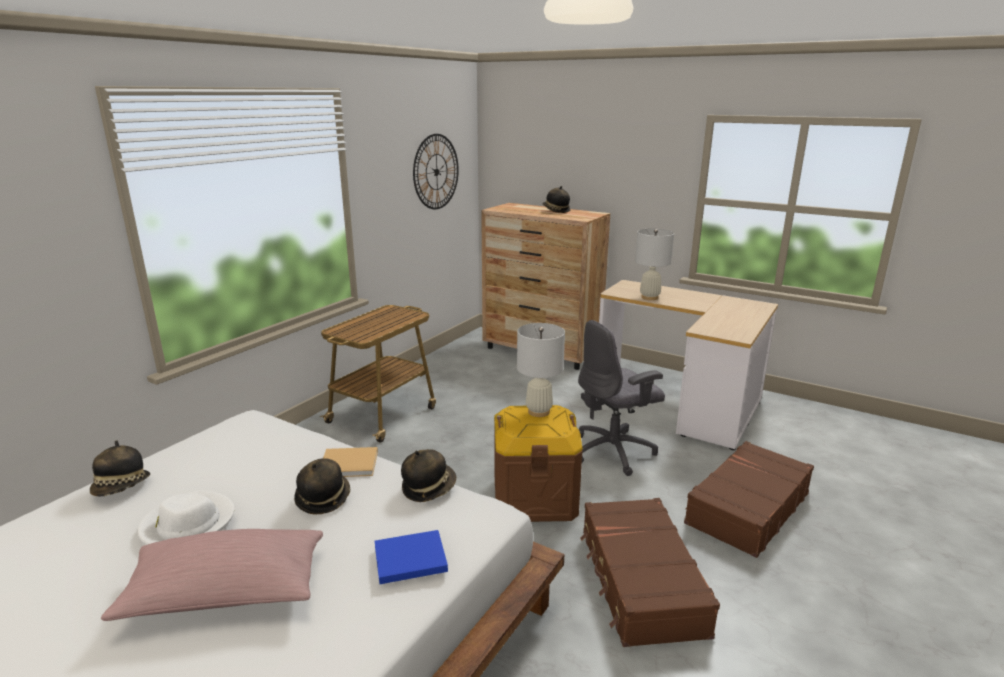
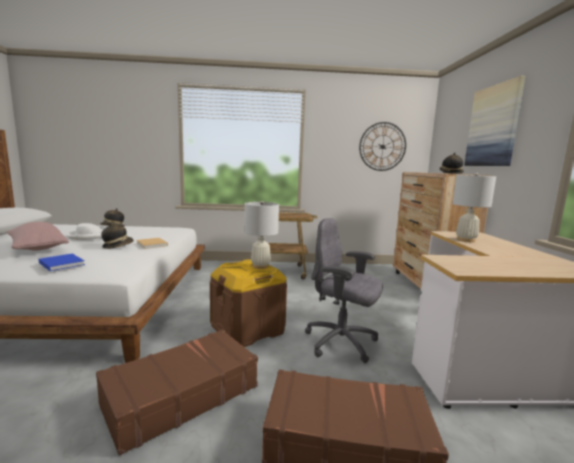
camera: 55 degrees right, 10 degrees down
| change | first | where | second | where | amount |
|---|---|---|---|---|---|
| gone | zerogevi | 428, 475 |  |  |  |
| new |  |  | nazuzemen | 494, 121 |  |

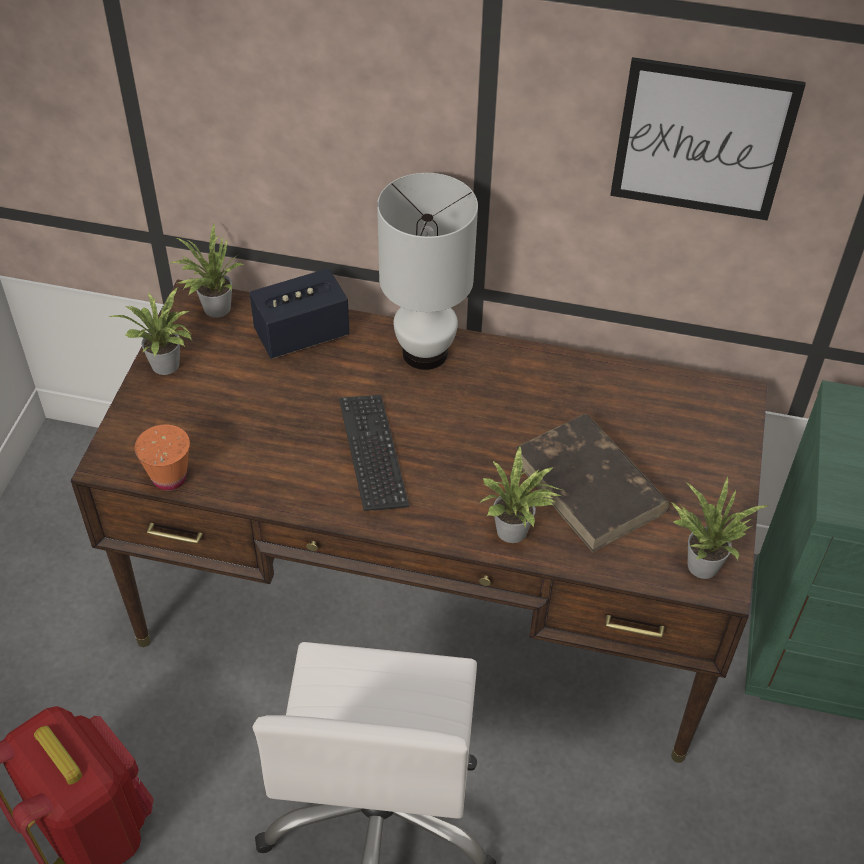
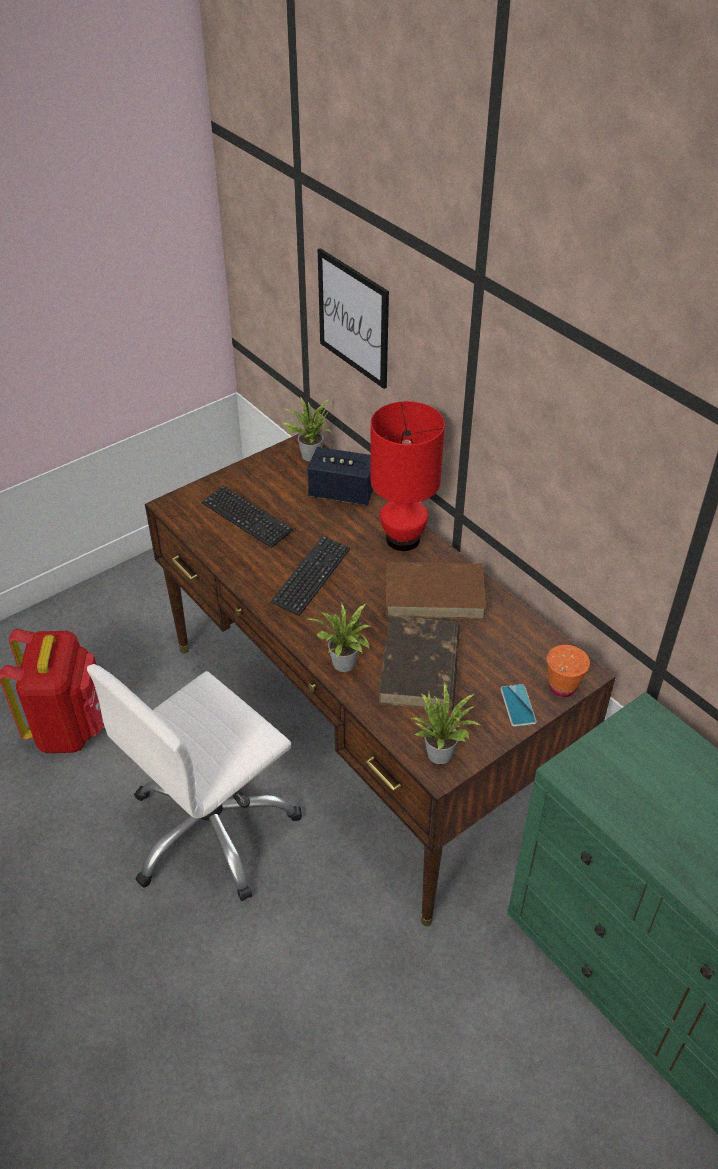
camera: 40 degrees right, 5 degrees down
| change | first | where | second | where | amount |
|---|---|---|---|---|---|
| gone | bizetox | 150, 331 |  |  |  |
| new |  |  | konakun | 247, 517 |  |
| new |  |  | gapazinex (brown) | 436, 590 |  |
| new |  |  | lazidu | 518, 705 |  |
| shifted | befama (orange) | 162, 458 |  | 568, 671 |  |
| shifted | nazuzemen | 708, 139 |  | 353, 318 |  |
| repainted | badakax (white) | 427, 271 | badakax (red) | 407, 476 |  |

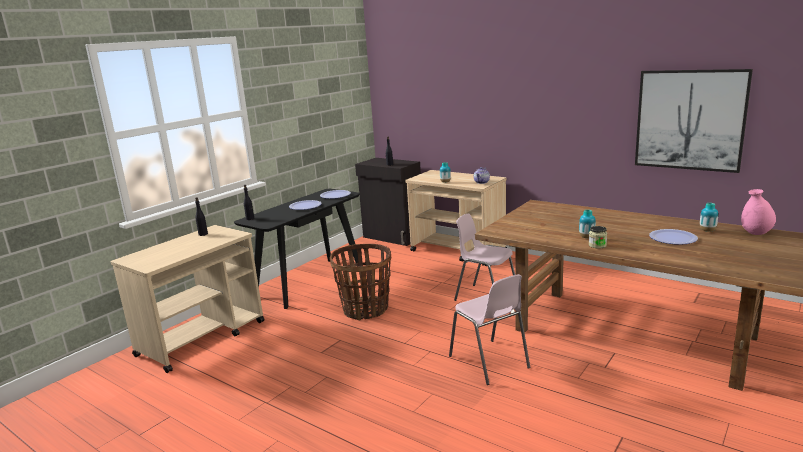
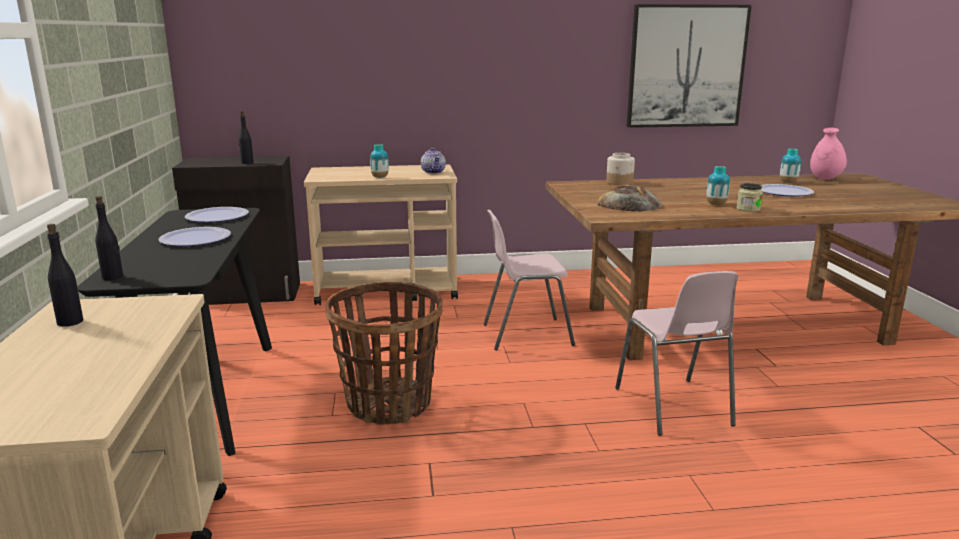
camera: 45 degrees left, 0 degrees up
| change | first | where | second | where | amount |
|---|---|---|---|---|---|
| new |  |  | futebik | 629, 198 |  |
| new |  |  | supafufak | 620, 169 |  |
| rotated | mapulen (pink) | 489, 329 |  | 676, 353 | 60 degrees clockwise |

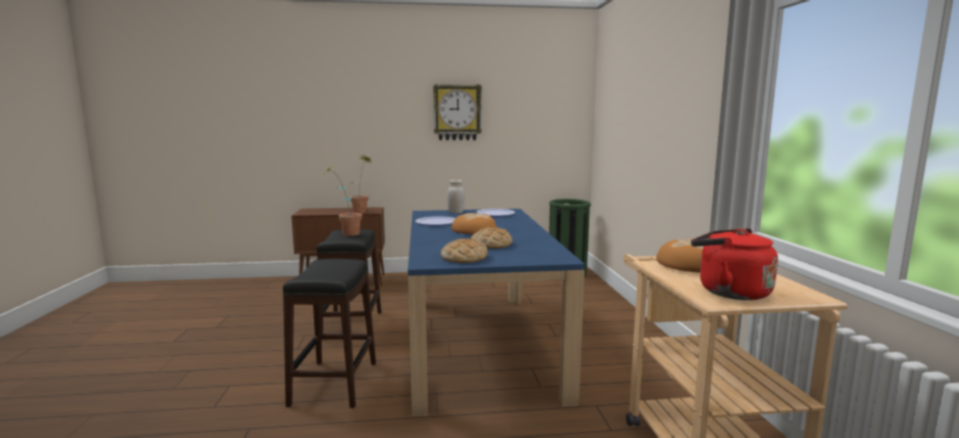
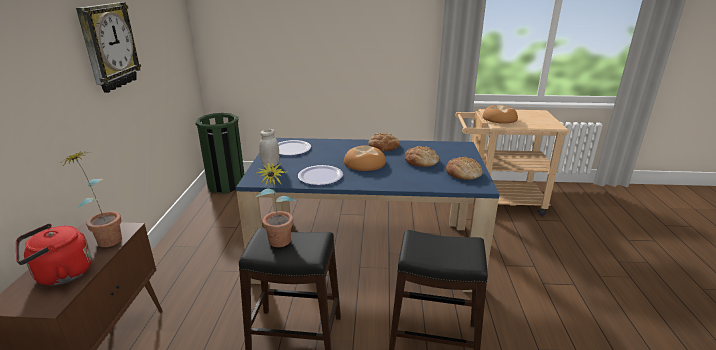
camera: 80 degrees left, 15 degrees up
| change | first | where | second | where | amount |
|---|---|---|---|---|---|
| new |  |  | futebik | 384, 142 |  |
| shifted | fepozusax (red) | 734, 264 |  | 54, 255 |  |

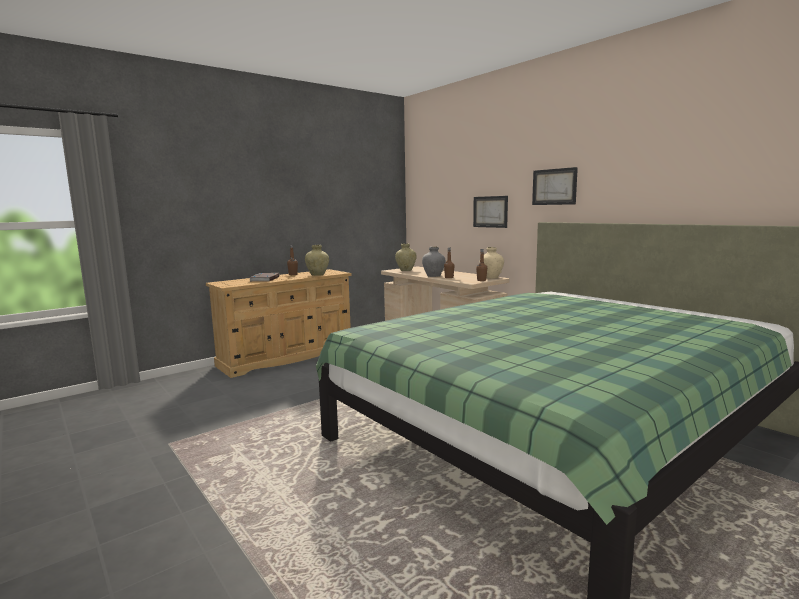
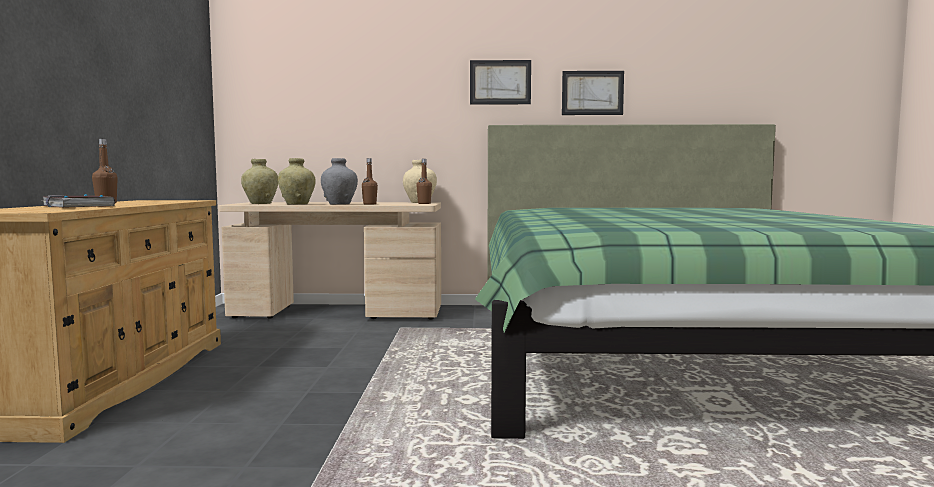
camera: 50 degrees left, 5 degrees down
| change | first | where | second | where | amount |
|---|---|---|---|---|---|
| shifted | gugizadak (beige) | 317, 260 |  | 296, 181 |  |
| shifted | nazuzemen | 490, 212 |  | 593, 93 |  |

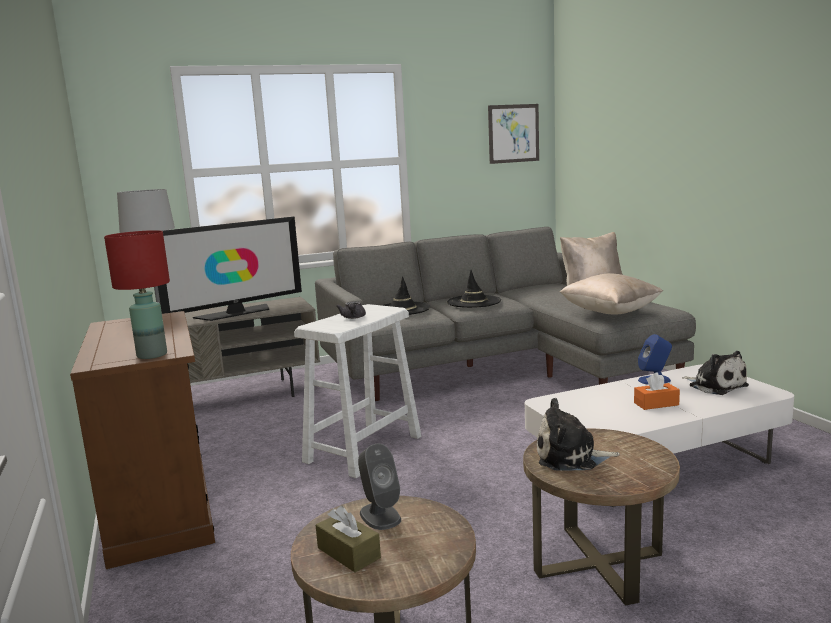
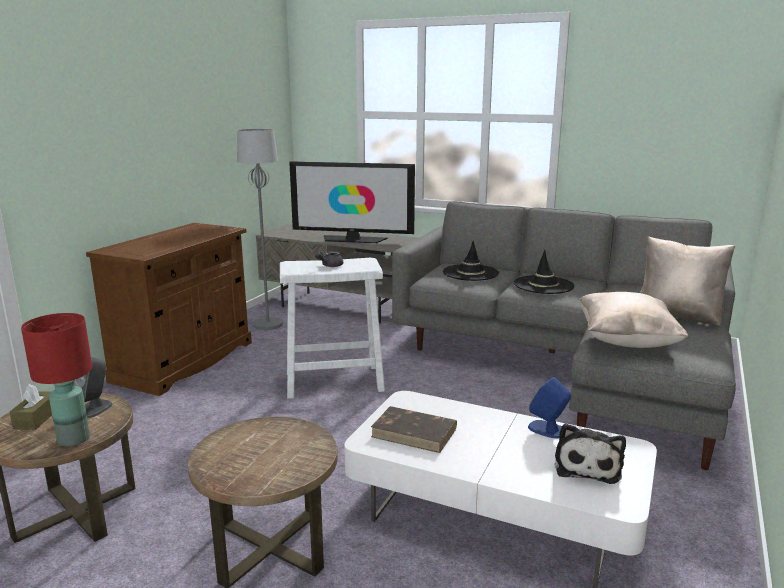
camera: 45 degrees right, 5 degrees up
| change | first | where | second | where | amount |
|---|---|---|---|---|---|
| gone | nazuzemen | 513, 134 |  |  |  |
| gone | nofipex | 578, 434 |  |  |  |
| gone | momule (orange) | 657, 391 |  |  |  |
| new |  |  | gapazinex (brown) | 414, 429 |  |
| shifted | badakax (red) | 137, 294 |  | 56, 379 |  |

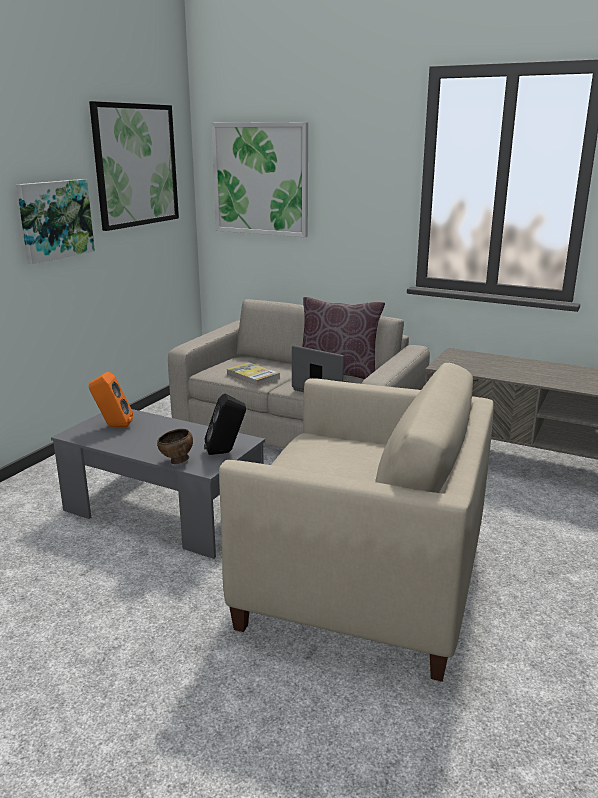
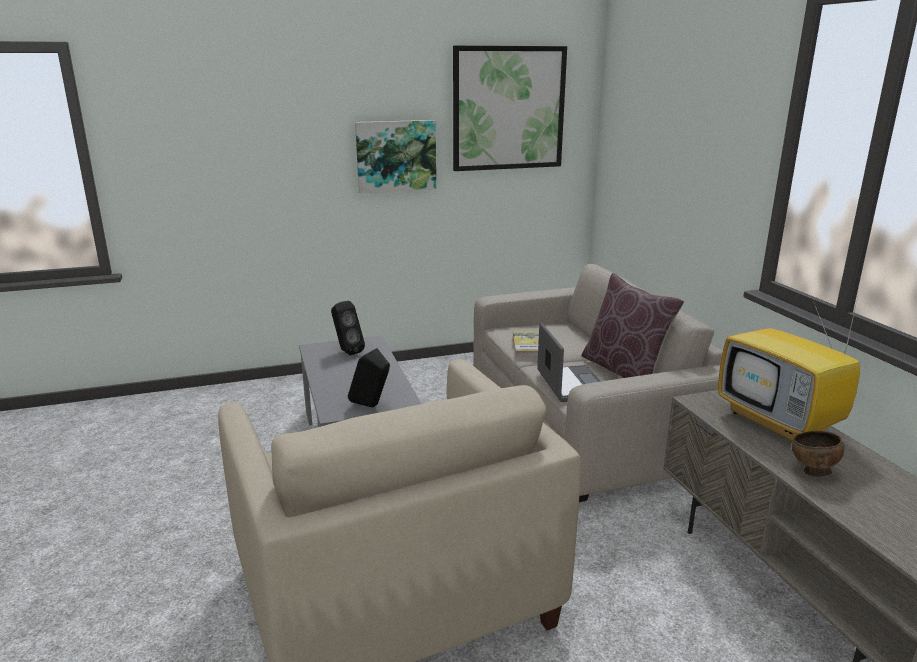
camera: 45 degrees right, 0 degrees up
| change | first | where | second | where | amount |
|---|---|---|---|---|---|
| gone | nazuzemen | 259, 179 |  |  |  |
| new |  |  | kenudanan | 789, 368 |  |
| shifted | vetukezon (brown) | 175, 446 |  | 818, 454 |  |
| repainted | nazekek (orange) | 111, 399 | nazekek (black) | 348, 328 |  |

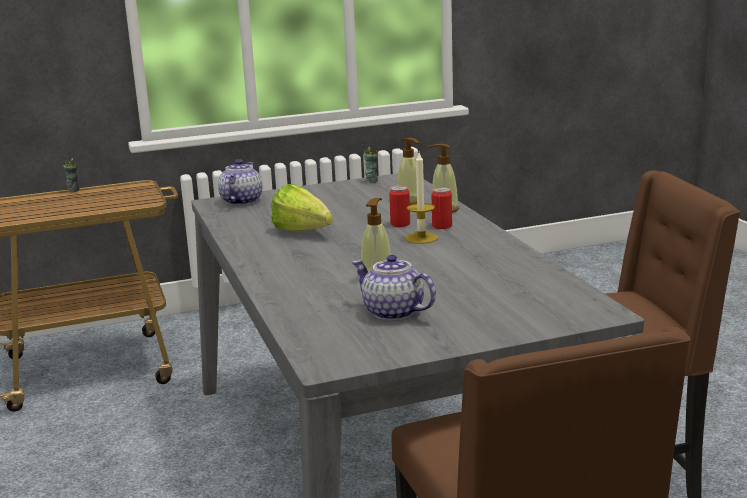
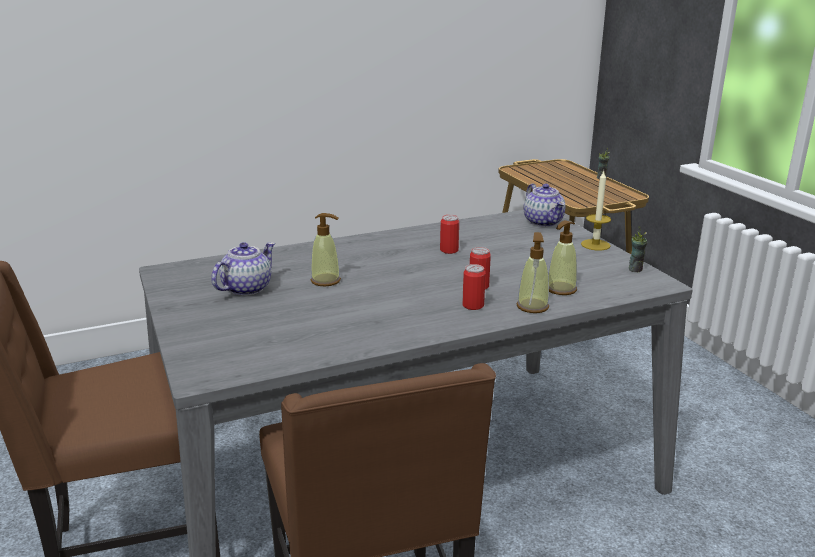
camera: 85 degrees right, 5 degrees up
| change | first | where | second | where | amount |
|---|---|---|---|---|---|
| shifted | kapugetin | 421, 198 |  | 596, 211 |  |
| swapped | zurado | 302, 208 | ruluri | 449, 234 |  |
| rotated | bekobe | 240, 182 |  | 545, 205 | 60 degrees clockwise |

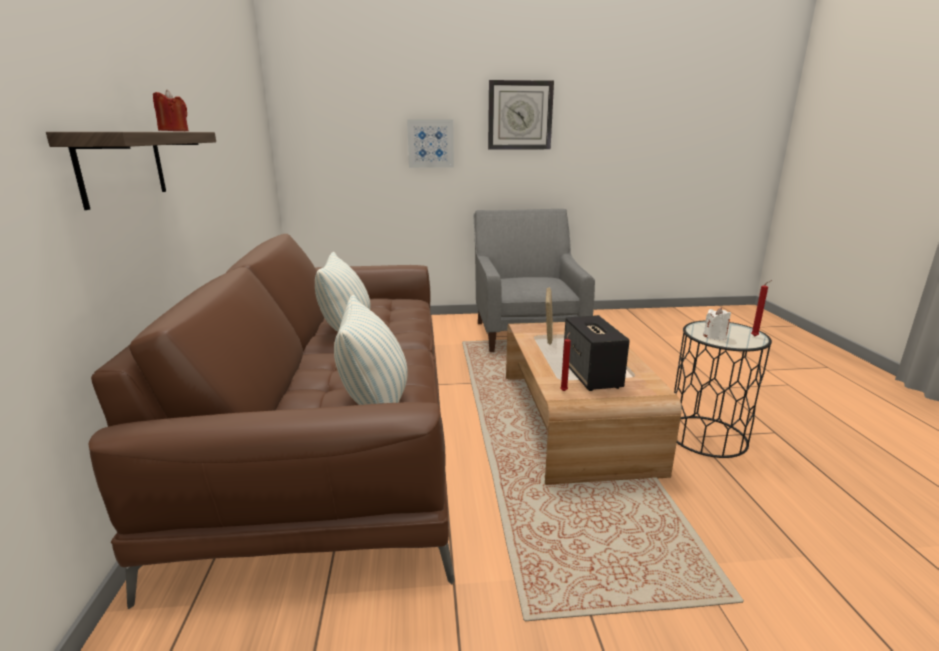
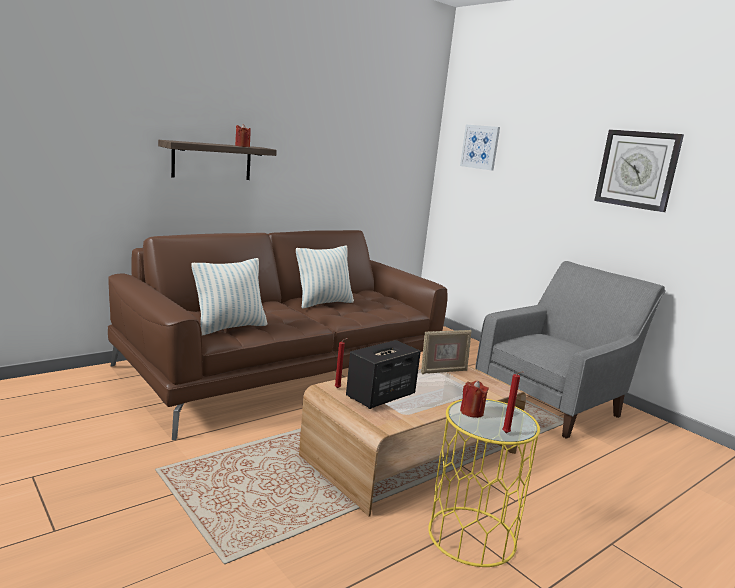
camera: 55 degrees right, 5 degrees down
| change | first | where | second | where | amount |
|---|---|---|---|---|---|
| shifted | nazuzemen | 430, 143 |  | 480, 148 |  |
| repainted | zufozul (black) | 723, 389 | zufozul (yellow) | 484, 483 |  |
| repainted | kapugetin (white) | 717, 324 | kapugetin (red) | 474, 399 |  |

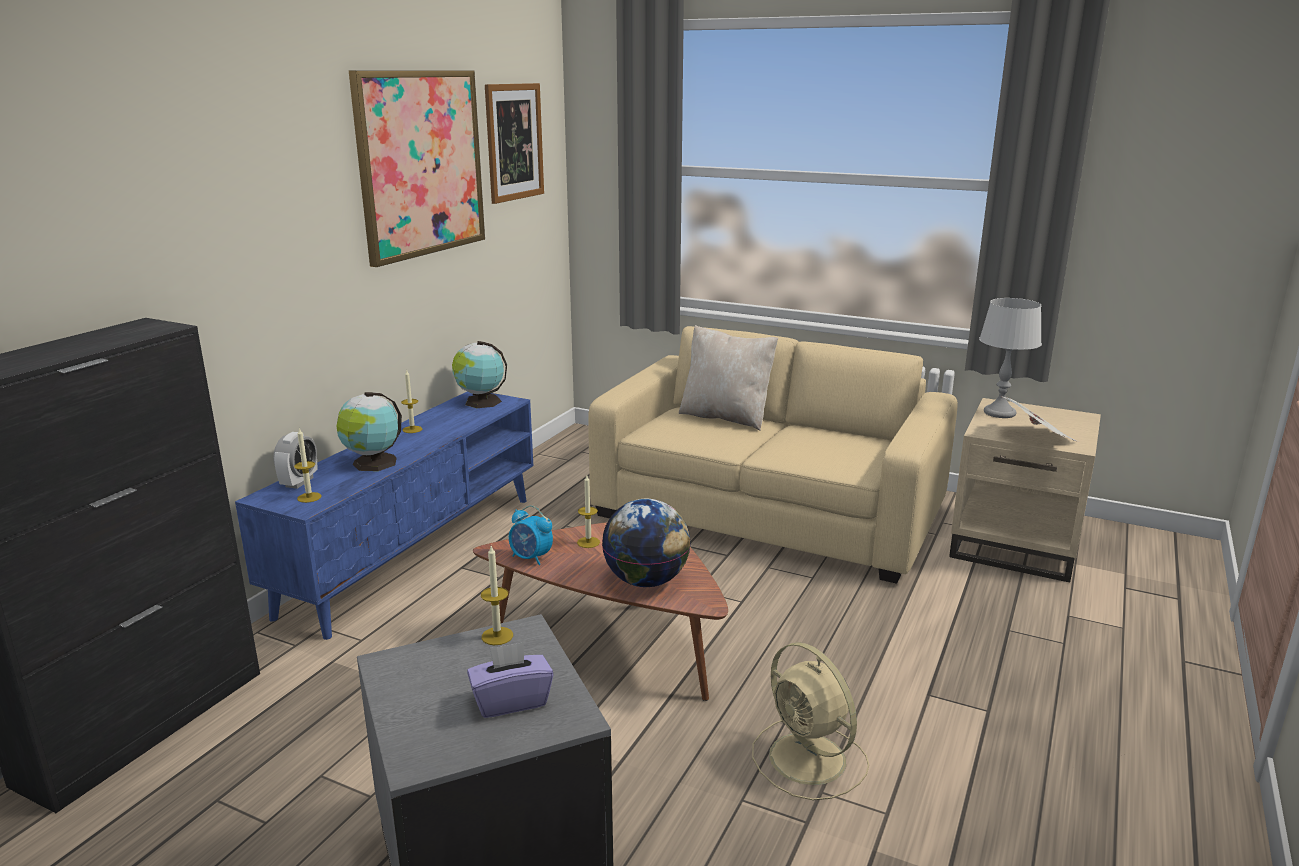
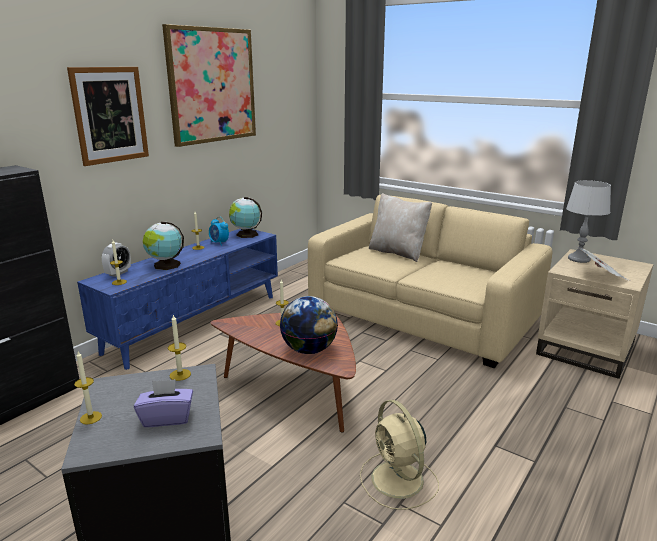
camera: 10 degrees right, 0 degrees up
| change | first | where | second | where | amount |
|---|---|---|---|---|---|
| new |  |  | kapugetin | 88, 387 |  |
| shifted | nazuzemen | 514, 143 |  | 108, 116 |  |
| shifted | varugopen | 531, 535 |  | 219, 231 |  |

